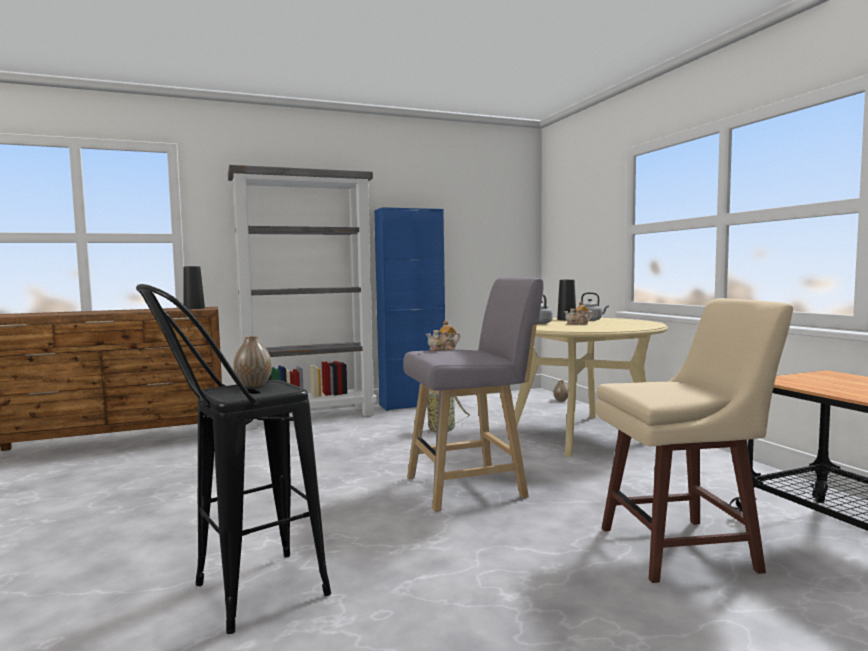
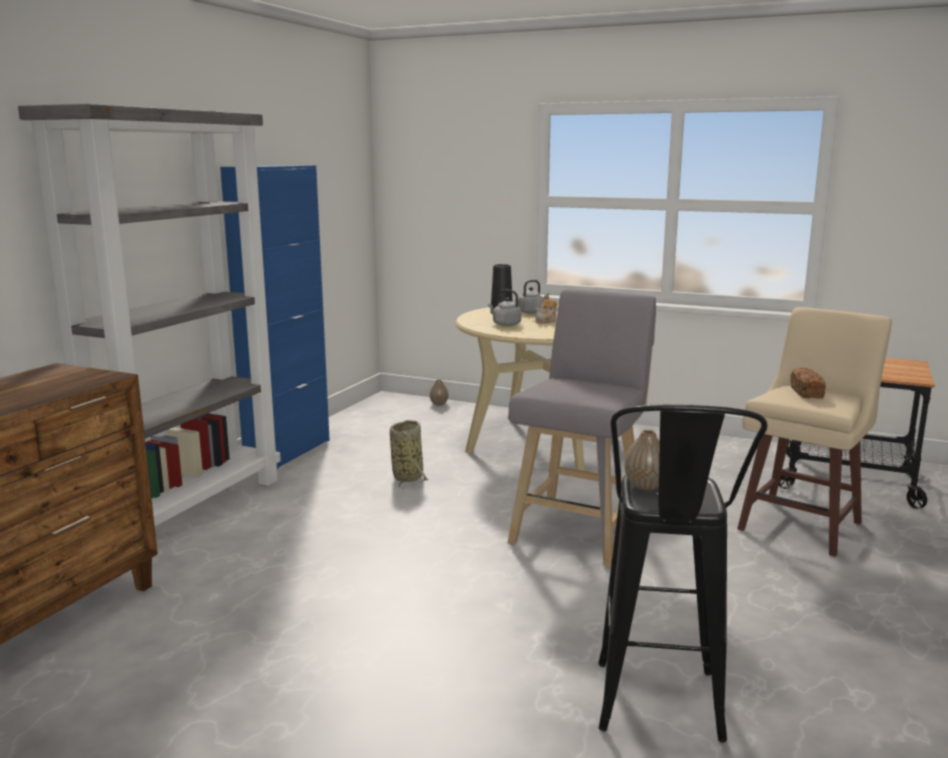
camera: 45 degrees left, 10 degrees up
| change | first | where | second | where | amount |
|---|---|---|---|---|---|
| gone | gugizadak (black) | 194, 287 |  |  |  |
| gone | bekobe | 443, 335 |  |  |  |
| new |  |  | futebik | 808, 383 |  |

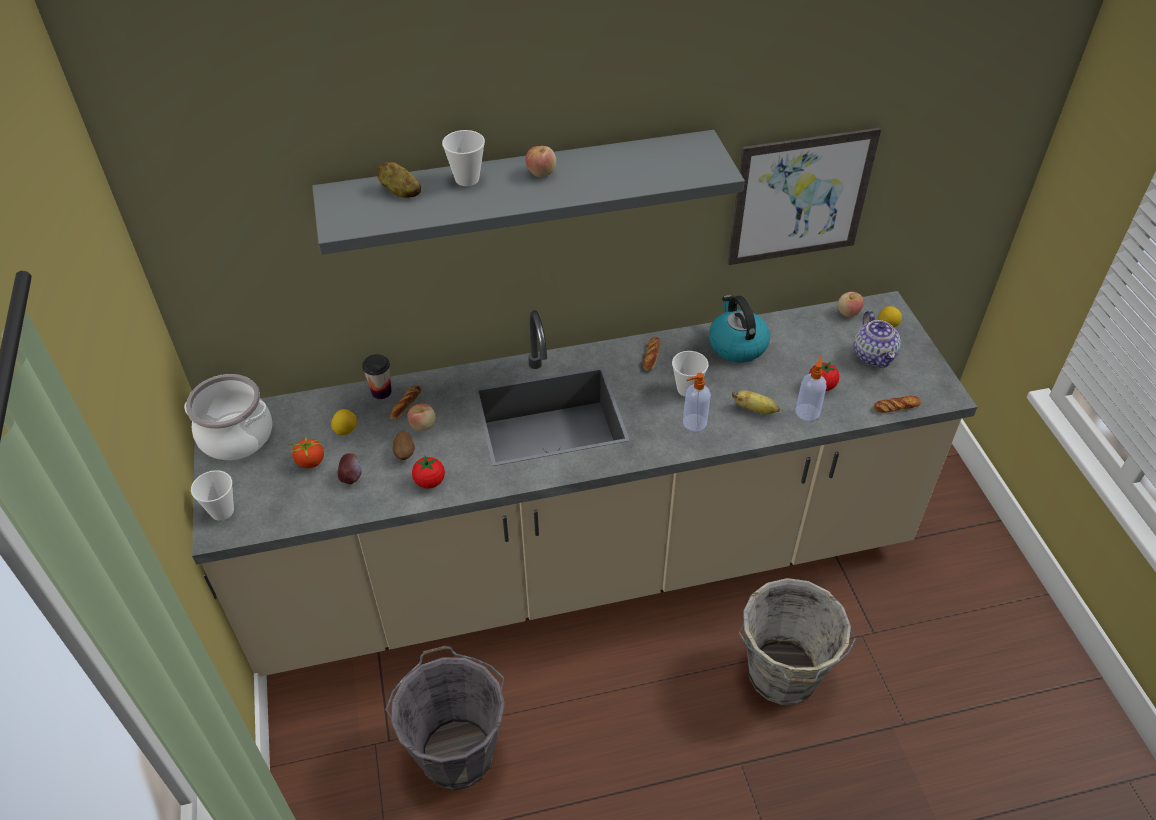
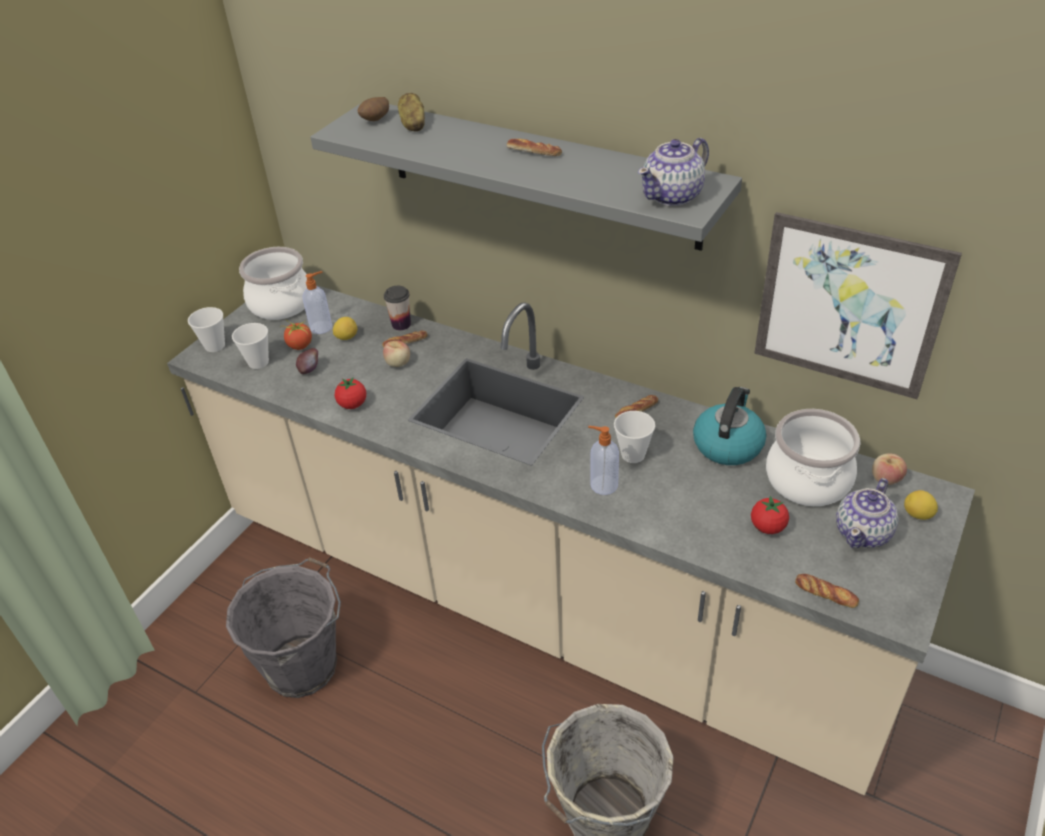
camera: 45 degrees right, 5 degrees down
| change | first | where | second | where | amount |
|---|---|---|---|---|---|
| gone | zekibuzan | 756, 402 |  |  |  |
| new |  |  | bekobe | 673, 172 |  |
| new |  |  | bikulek | 813, 457 |  |
| shifted | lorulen | 403, 445 |  | 373, 109 |  |
| shifted | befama | 463, 158 |  | 250, 346 |  |
| shifted | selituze | 811, 388 |  | 317, 302 |  |
| swapped | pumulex | 540, 161 | futebik | 534, 147 |  |

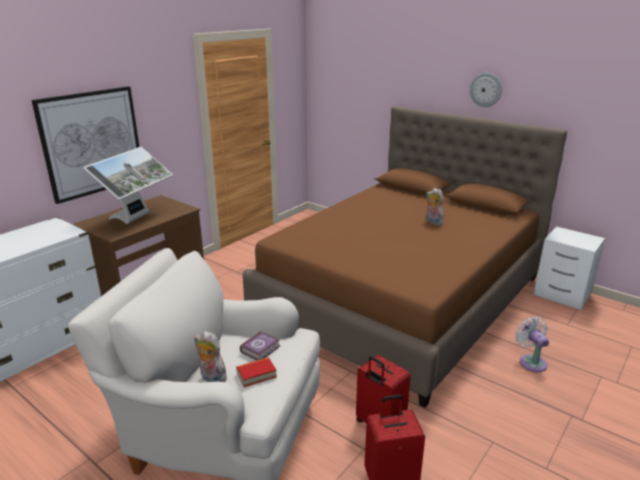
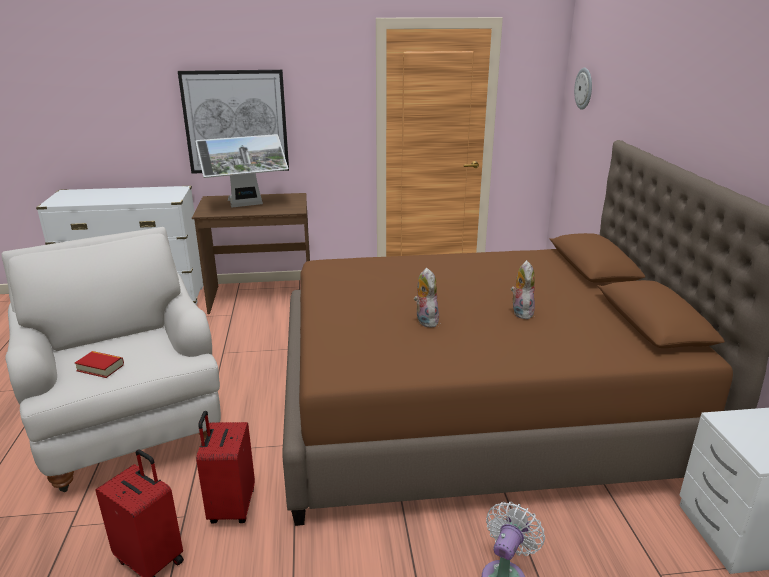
camera: 45 degrees right, 0 degrees up
| change | first | where | second | where | amount |
|---|---|---|---|---|---|
| gone | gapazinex | 260, 346 |  |  |  |
| shifted | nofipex | 212, 356 |  | 426, 298 |  |
| shifted | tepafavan | 486, 90 |  | 583, 89 |  |

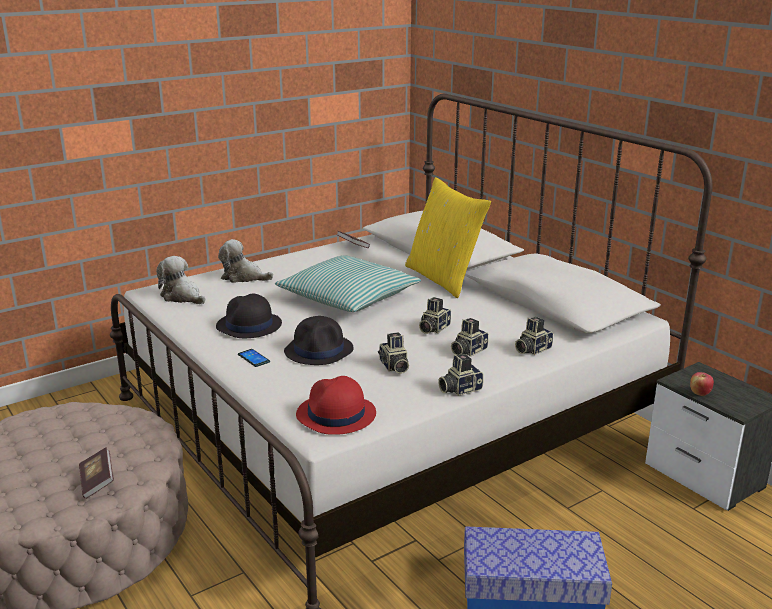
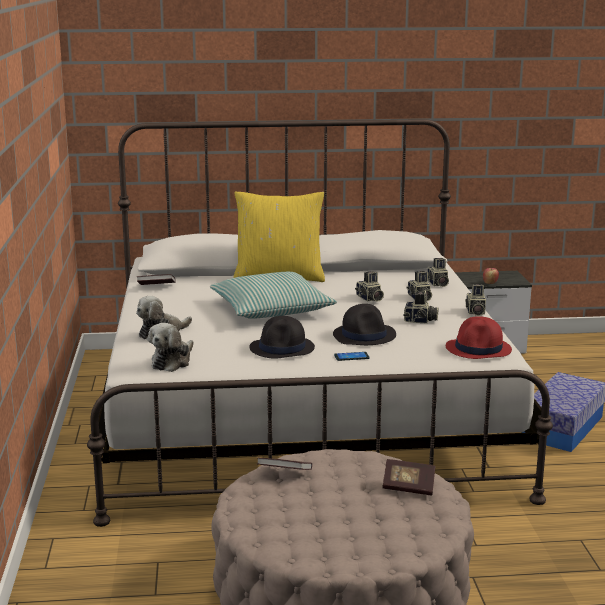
camera: 60 degrees left, 5 degrees down
| change | first | where | second | where | amount |
|---|---|---|---|---|---|
| new |  |  | gapazinex | 284, 464 |  |
| rotated | nofipex | 180, 280 |  | 171, 347 | 45 degrees counterclockwise |

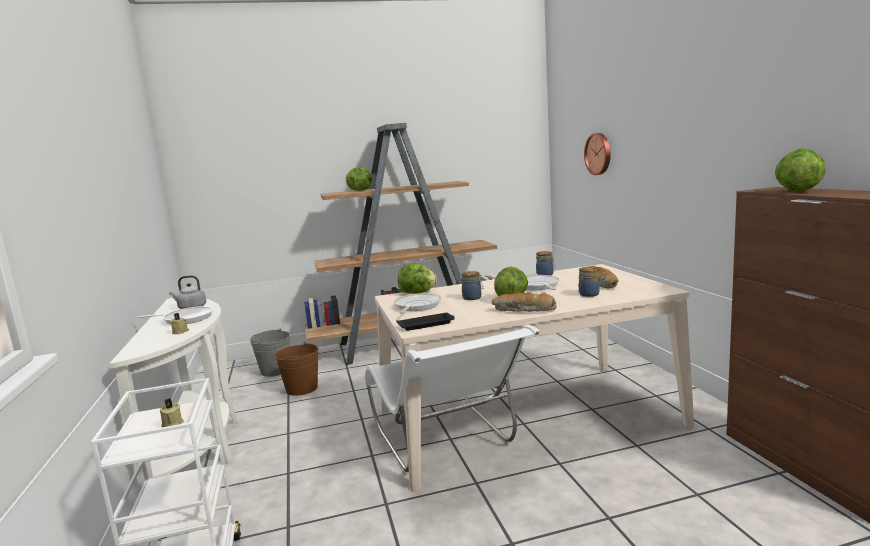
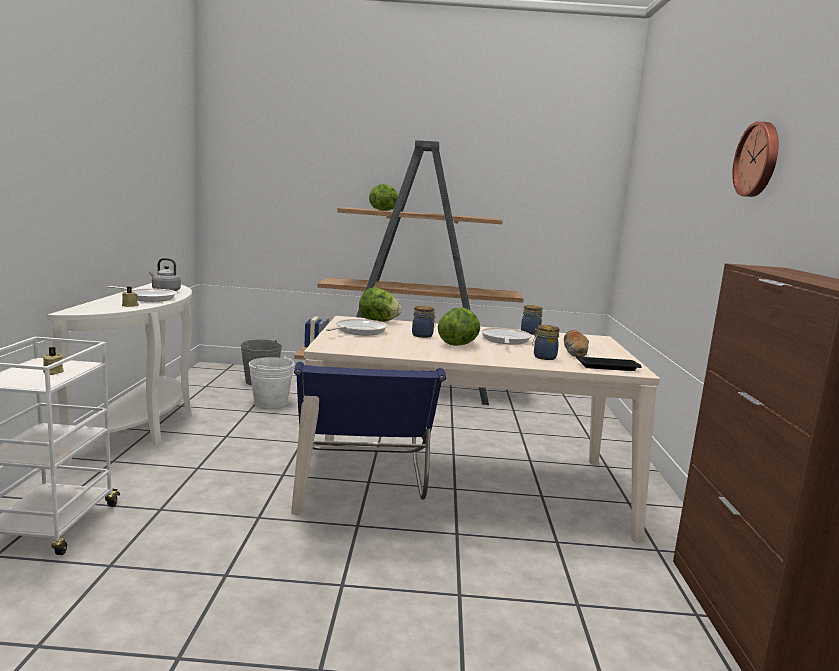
camera: 15 degrees right, 0 degrees up
| change | first | where | second | where | amount |
|---|---|---|---|---|---|
| gone | futebik | 524, 302 |  |  |  |
| gone | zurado | 800, 169 |  |  |  |
| shifted | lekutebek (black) | 425, 322 |  | 609, 363 |  |
| shifted | tepafavan | 597, 154 |  | 755, 159 |  |
| repainted | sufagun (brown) | 296, 369 | sufagun (white) | 272, 382 |  |
| repainted | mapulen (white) | 452, 398 | mapulen (blue) | 370, 431 |  |

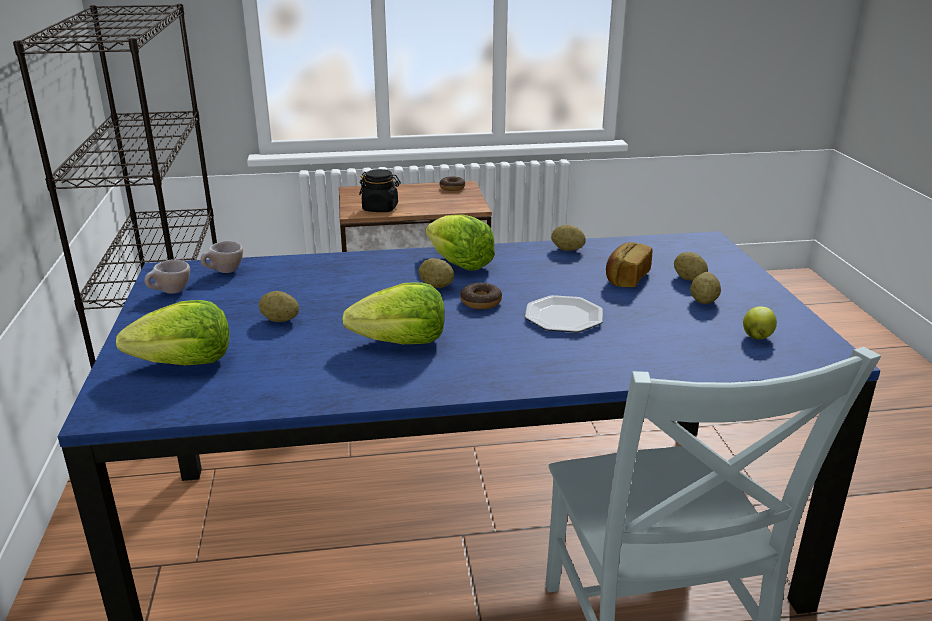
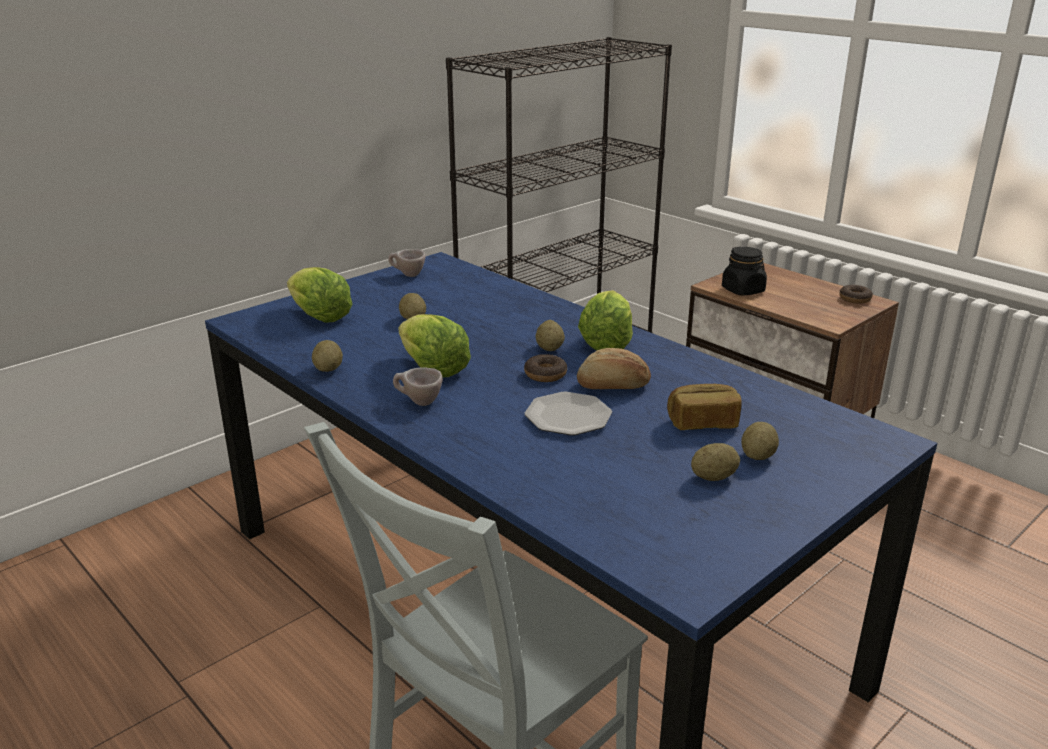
camera: 55 degrees right, 0 degrees up
| change | first | where | second | where | amount |
|---|---|---|---|---|---|
| gone | pumulex | 760, 323 |  |  |  |
| new |  |  | futebik | 614, 368 |  |
| shifted | befama (beige) | 221, 257 |  | 418, 386 |  |
| shifted | lorulen | 568, 238 |  | 327, 356 |  |

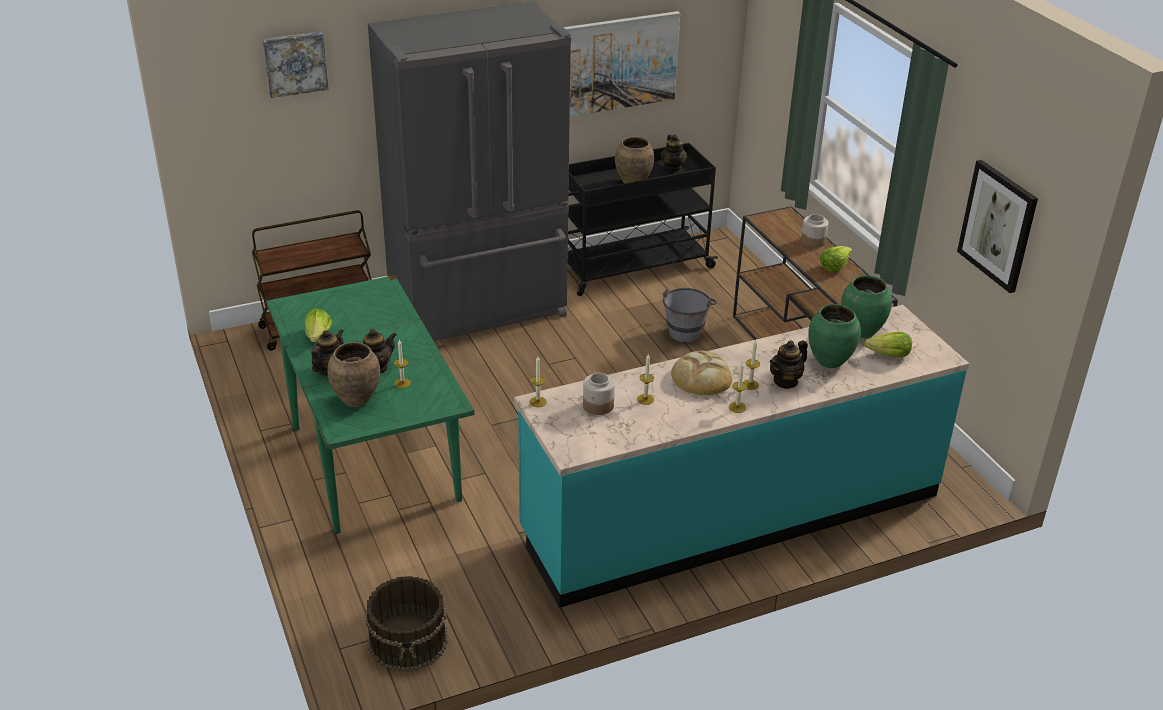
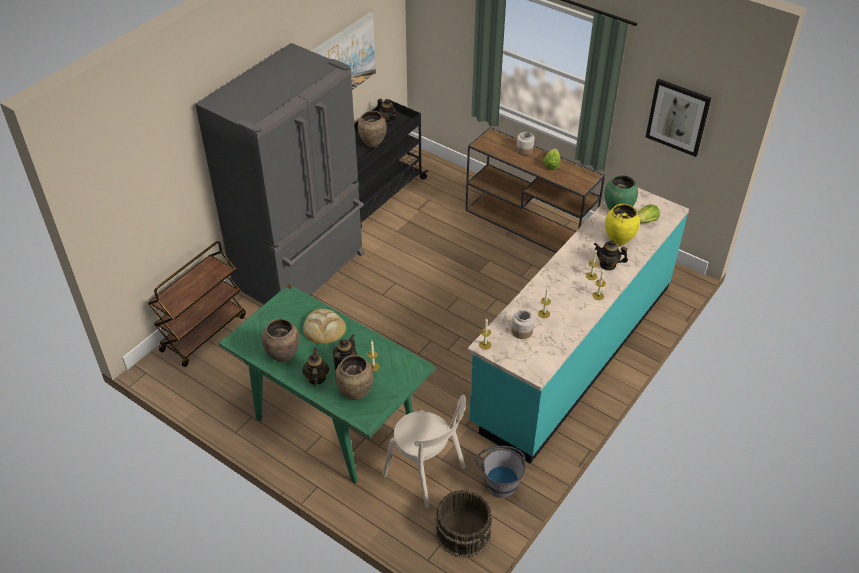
camera: 30 degrees left, 10 degrees up
| change | first | where | second | where | amount |
|---|---|---|---|---|---|
| gone | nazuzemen | 296, 65 |  |  |  |
| new |  |  | mapulen (beige) | 424, 451 |  |
| shifted | sufagun (grey) | 690, 315 |  | 501, 472 |  |
| shifted | futebik | 701, 372 |  | 324, 326 |  |
| swapped | zurado | 318, 325 | gugizadak (brown) | 281, 340 |  |
| repainted | gugizadak (green) | 834, 336 | gugizadak (yellow) | 622, 224 |  |
| rotated | bekobe | 789, 364 |  | 611, 255 | 90 degrees clockwise |

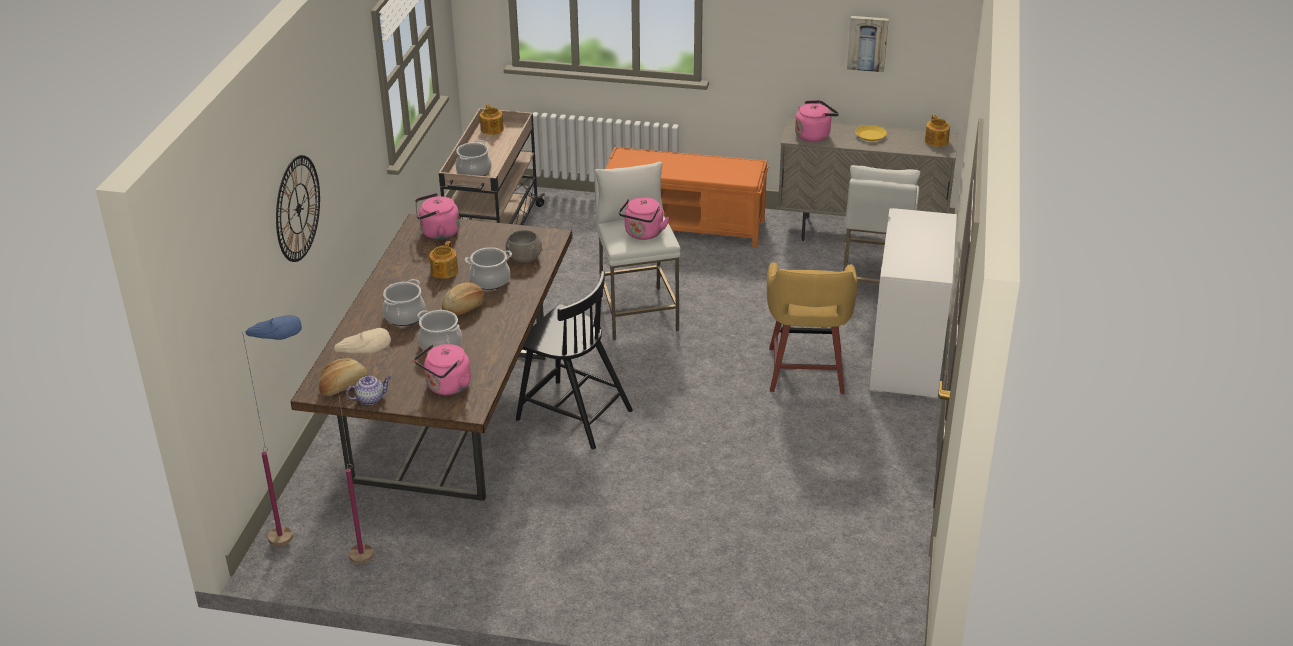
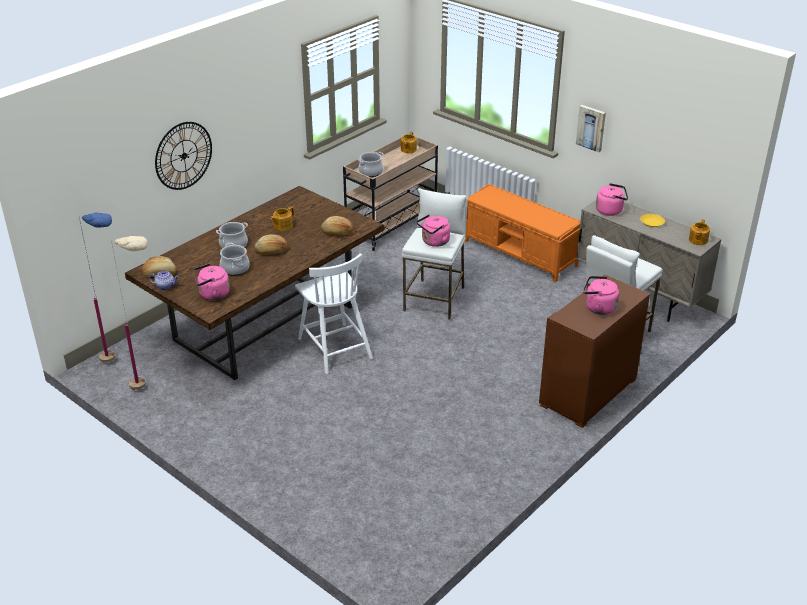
camera: 30 degrees right, 0 degrees up
| change | first | where | second | where | amount |
|---|---|---|---|---|---|
| gone | bikulek | 488, 268 |  |  |  |
| gone | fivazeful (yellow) | 812, 328 |  |  |  |
| shifted | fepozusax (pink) | 437, 216 |  | 601, 295 |  |
| shifted | nazuzemen | 868, 44 |  | 591, 128 |  |
| swapped | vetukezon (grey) | 524, 246 | futebik | 337, 225 |  |
| repainted | mapulen (black) | 574, 360 | mapulen (white) | 334, 313 |  |
| repainted | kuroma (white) | 913, 304 | kuroma (brown) | 594, 351 |  |

